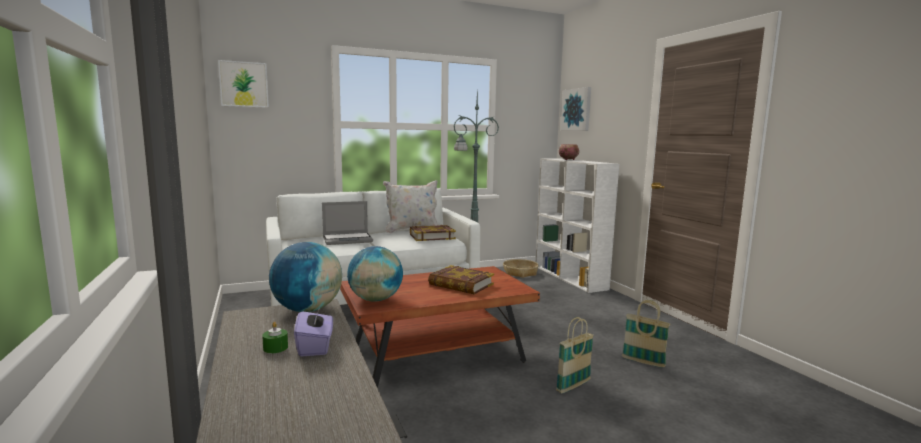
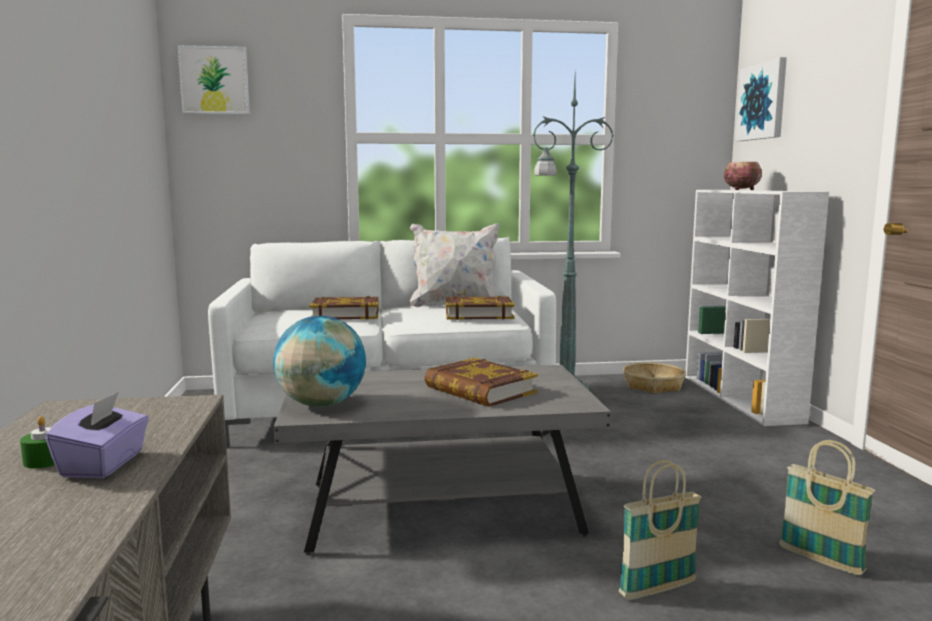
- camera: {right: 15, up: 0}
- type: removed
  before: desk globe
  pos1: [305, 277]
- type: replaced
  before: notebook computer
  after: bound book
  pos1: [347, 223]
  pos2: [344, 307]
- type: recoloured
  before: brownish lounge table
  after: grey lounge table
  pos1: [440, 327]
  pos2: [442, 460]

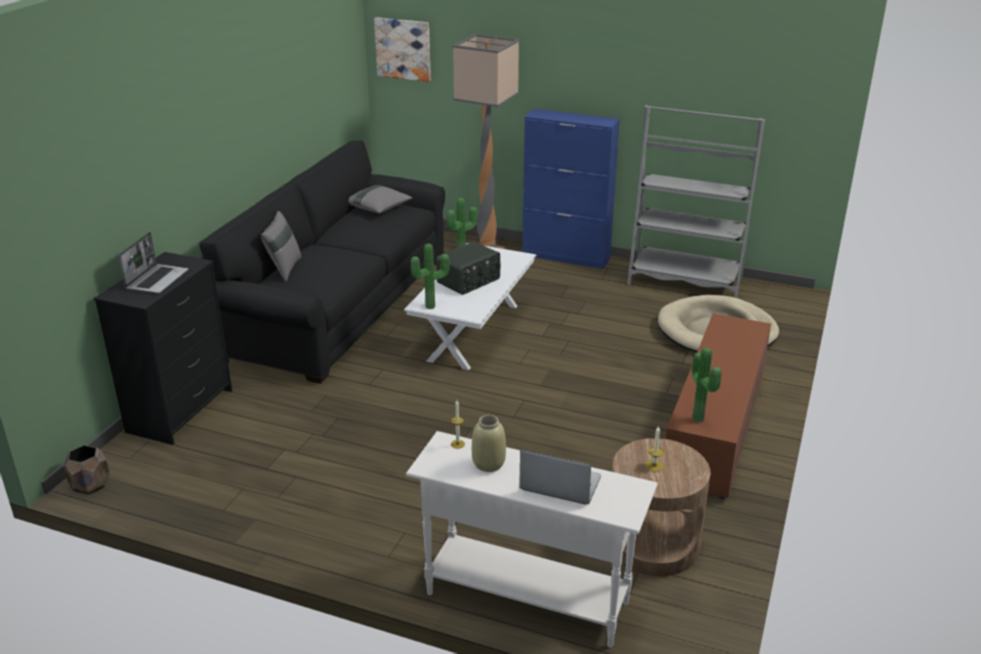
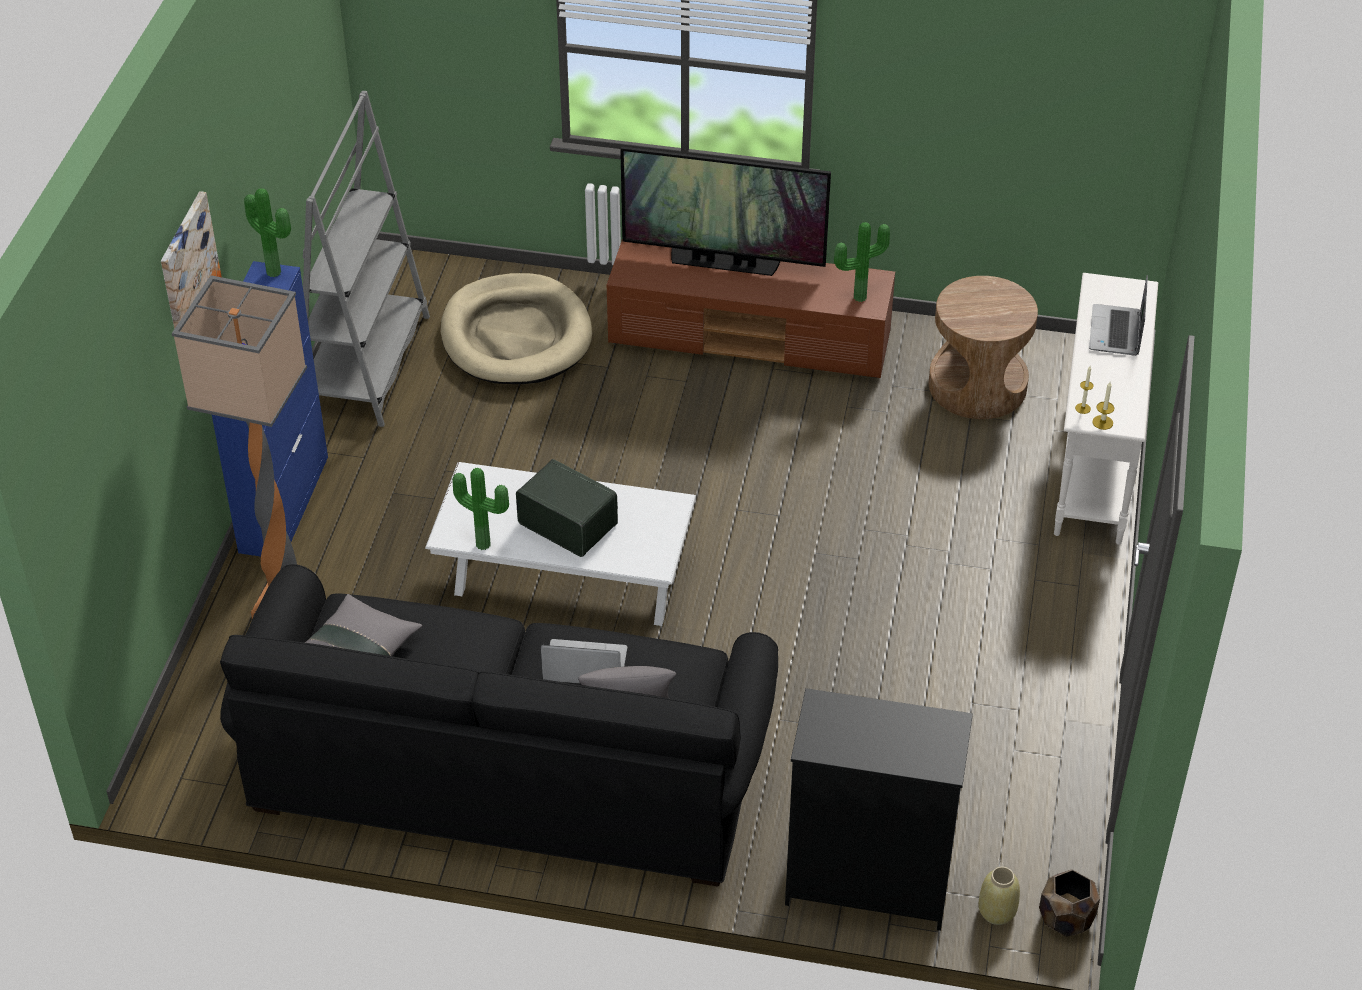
- camera: {right: -100, up: 15}
- type: moved
  before: notebook computer
  pos1: [153, 263]
  pos2: [584, 661]
- type: moved
  before: picture
  pos1: [402, 49]
  pos2: [191, 260]
- type: moved
  before: plant in a pot
  pos1: [430, 276]
  pos2: [267, 232]
- type: moved
  before: sand-coloured flower vase
  pos1: [489, 443]
  pos2: [999, 896]
- type: moved
  before: wax candle
  pos1: [654, 449]
  pos2: [1103, 406]
- type: added
  after: TV set
  pos2: [725, 211]

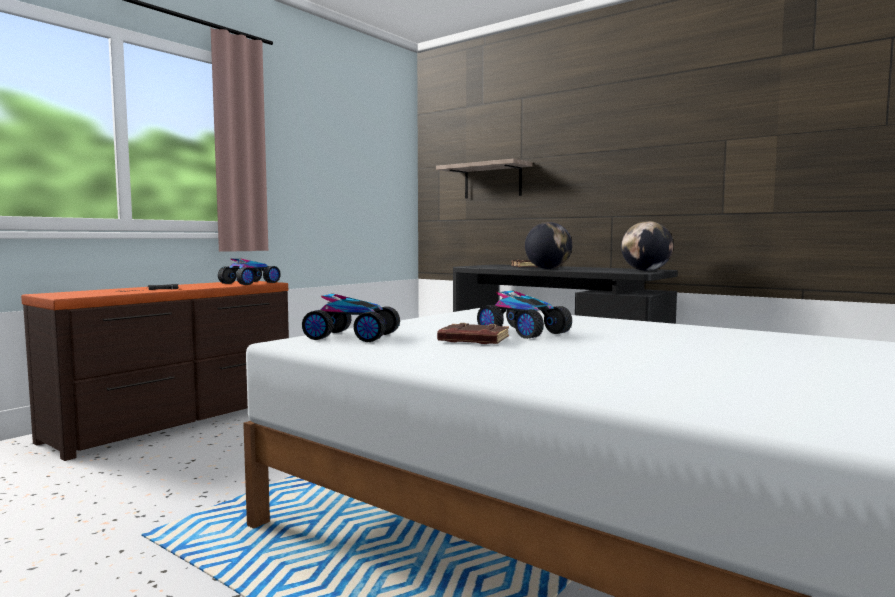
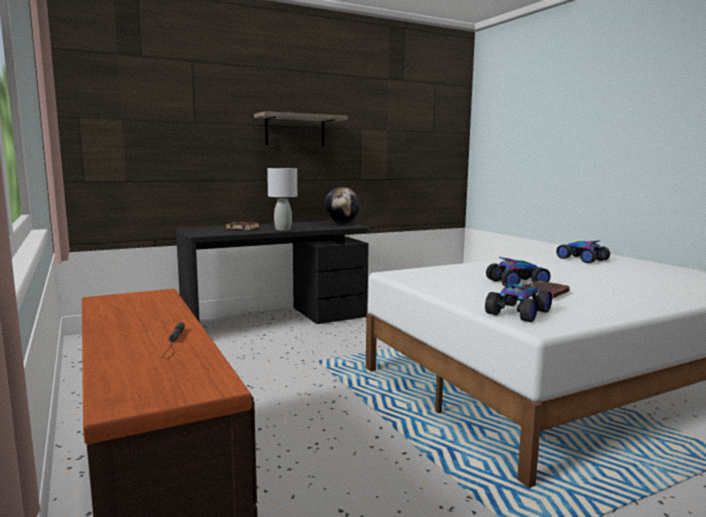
- camera: {right: -65, up: 5}
- type: moved
  before: miniature car
  pos1: [249, 271]
  pos2: [583, 251]
- type: moved
  before: wall shelf
  pos1: [484, 179]
  pos2: [300, 128]
- type: replaced
  before: desk globe
  after: grey table lamp
  pos1: [548, 245]
  pos2: [282, 199]

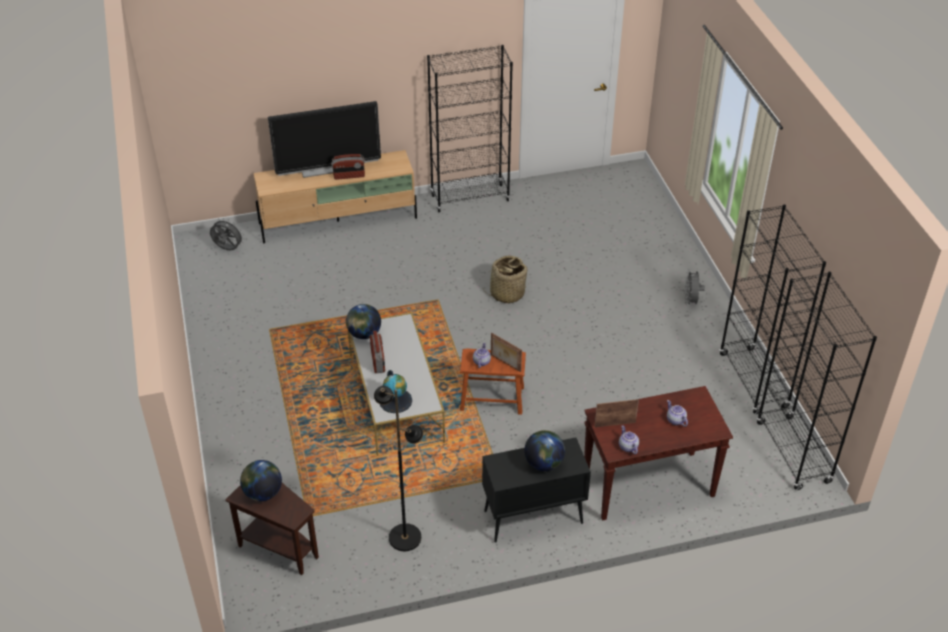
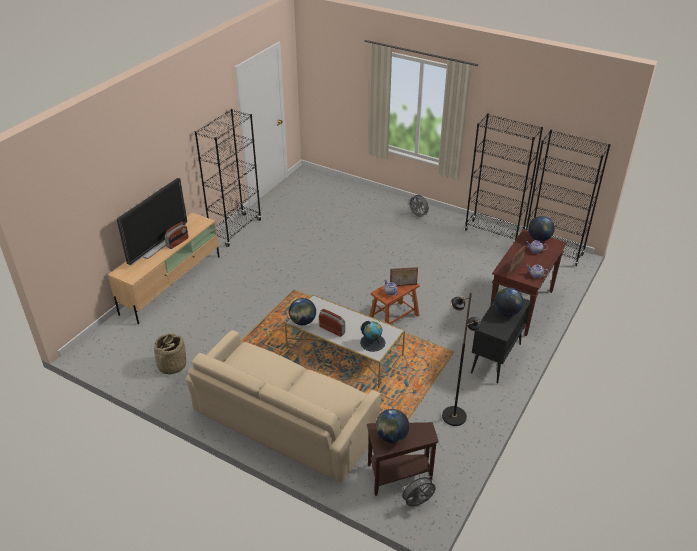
- camera: {right: -45, up: -5}
- type: moved
  before: grey fan
  pos1: [227, 234]
  pos2: [418, 490]
- type: moved
  before: basket
  pos1: [505, 280]
  pos2: [170, 353]
- type: added
  after: sand-coloured settee
  pos2: [283, 406]
- type: added
  after: desk globe
  pos2: [541, 228]

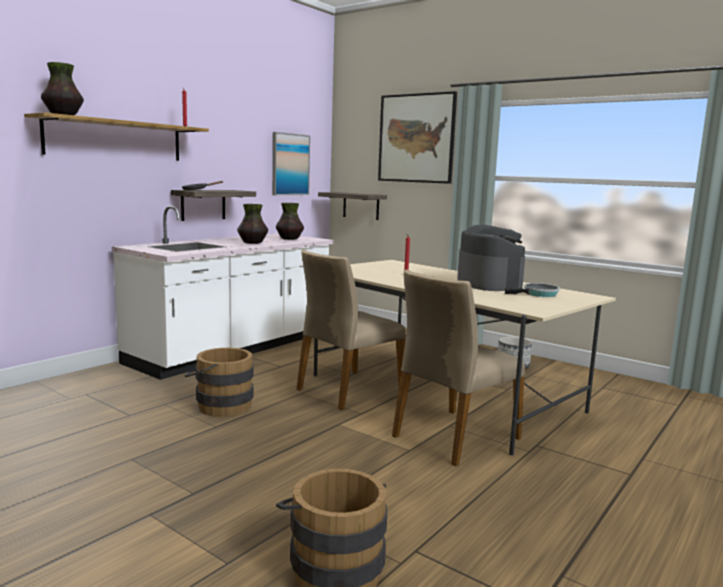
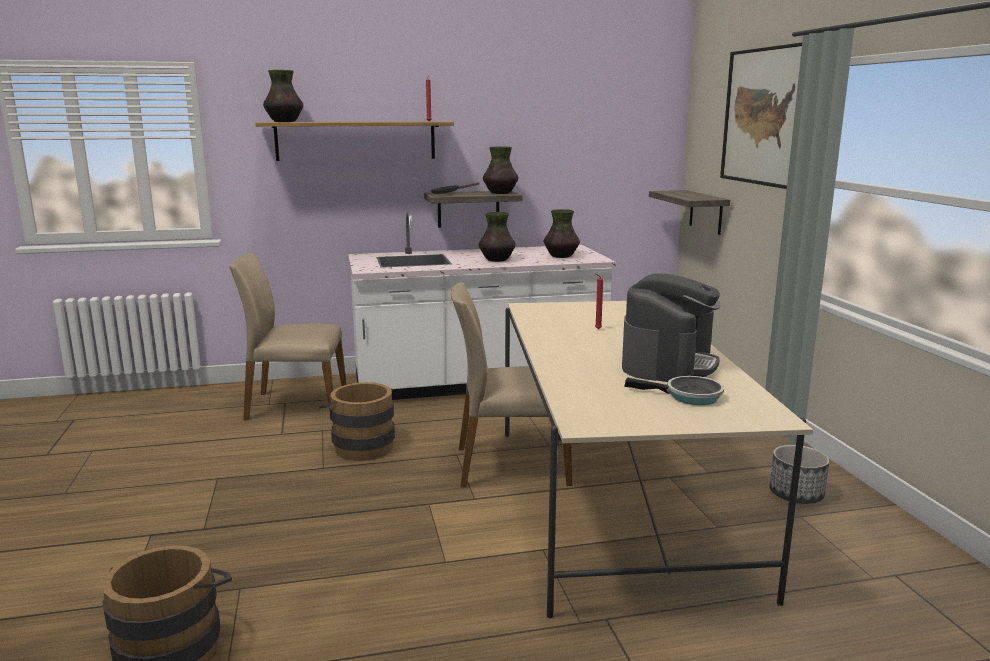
- camera: {right: 40, up: 5}
- type: removed
  before: picture
  pos1: [291, 163]
- type: moved
  before: sand-coloured upright chair
  pos1: [458, 368]
  pos2: [288, 337]
- type: added
  after: flower vase
  pos2: [500, 170]

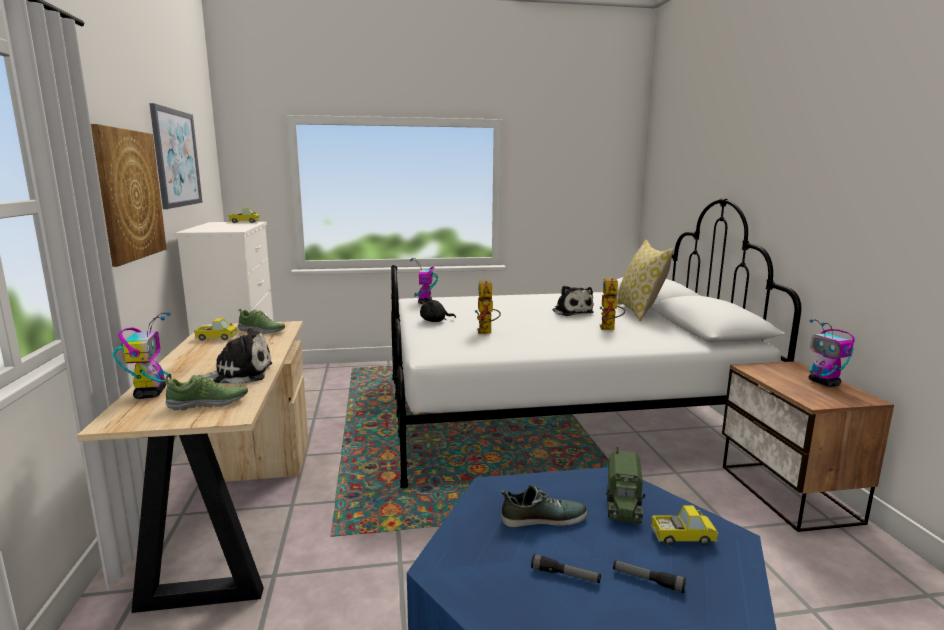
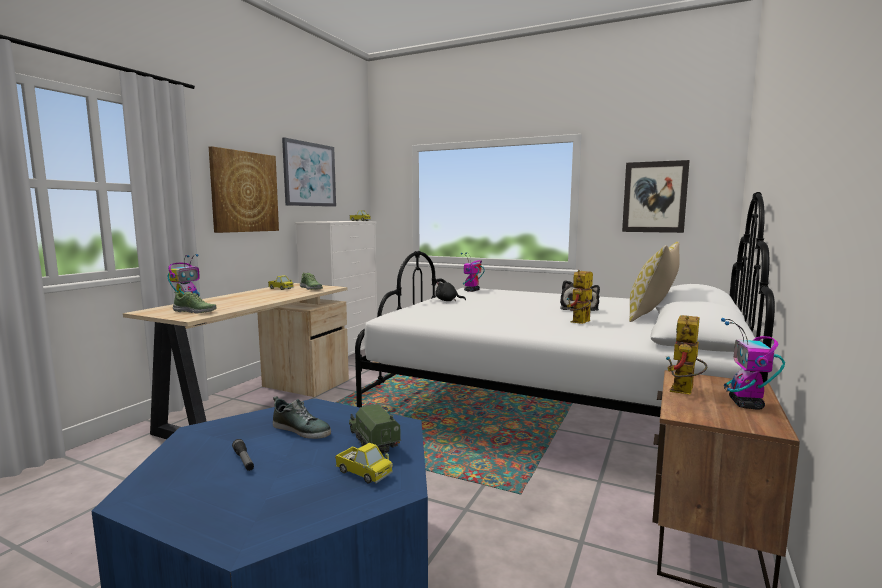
- camera: {right: 35, up: -5}
- type: removed
  before: plush toy
  pos1: [234, 356]
- type: moved
  before: robot figure
  pos1: [488, 307]
  pos2: [686, 355]
- type: turned
  before: toy lorry
  pos1: [625, 485]
  pos2: [375, 429]
  turn: 105
- type: removed
  before: torch
  pos1: [649, 576]
- type: added
  after: picture
  pos2: [656, 196]

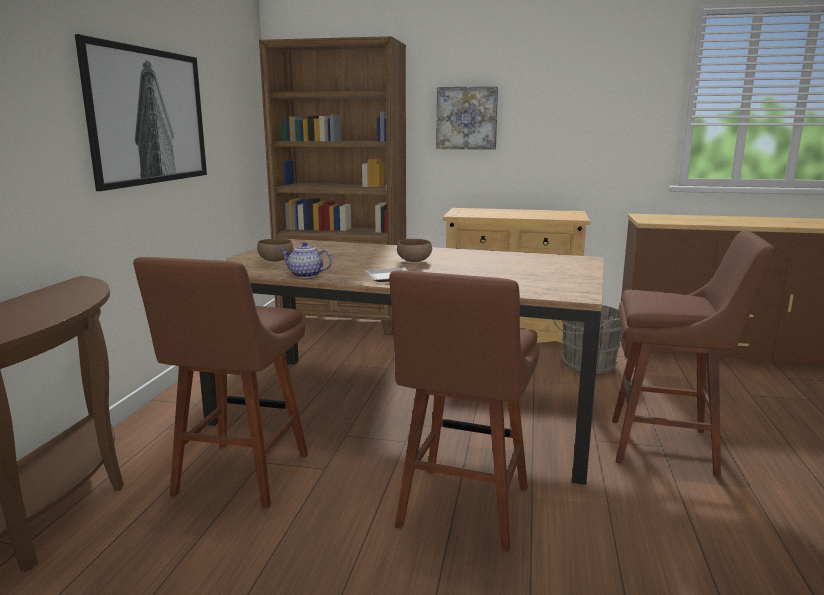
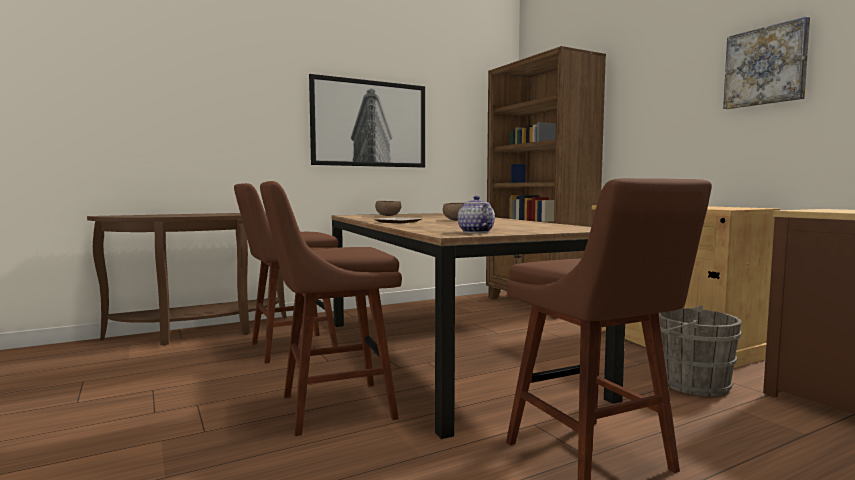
- camera: {right: 50, up: -10}
- type: moved
  before: pot for tea
  pos1: [306, 260]
  pos2: [476, 214]
- type: moved
  before: picture
  pos1: [467, 118]
  pos2: [766, 62]

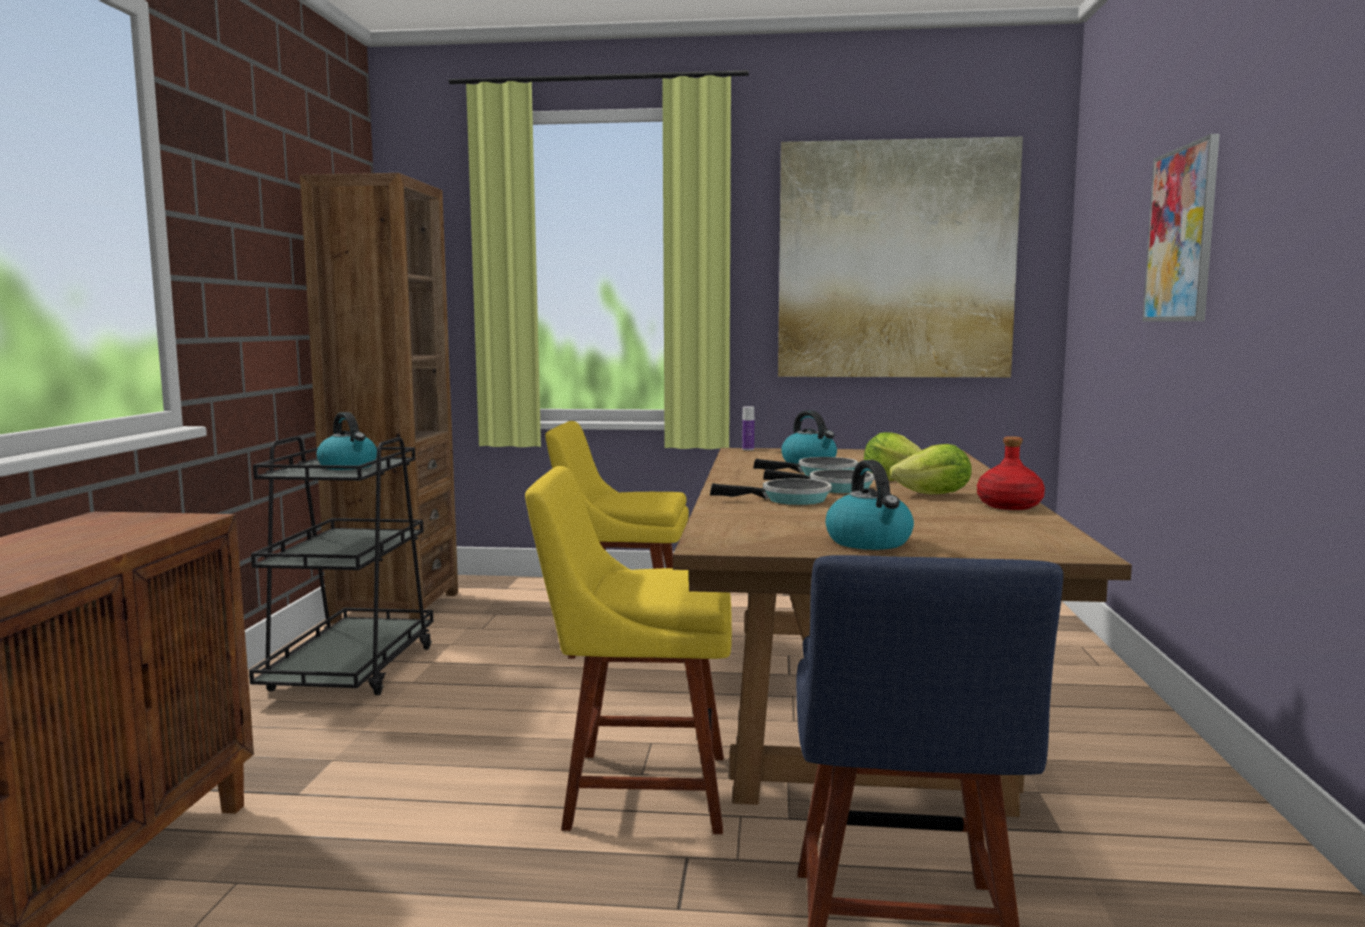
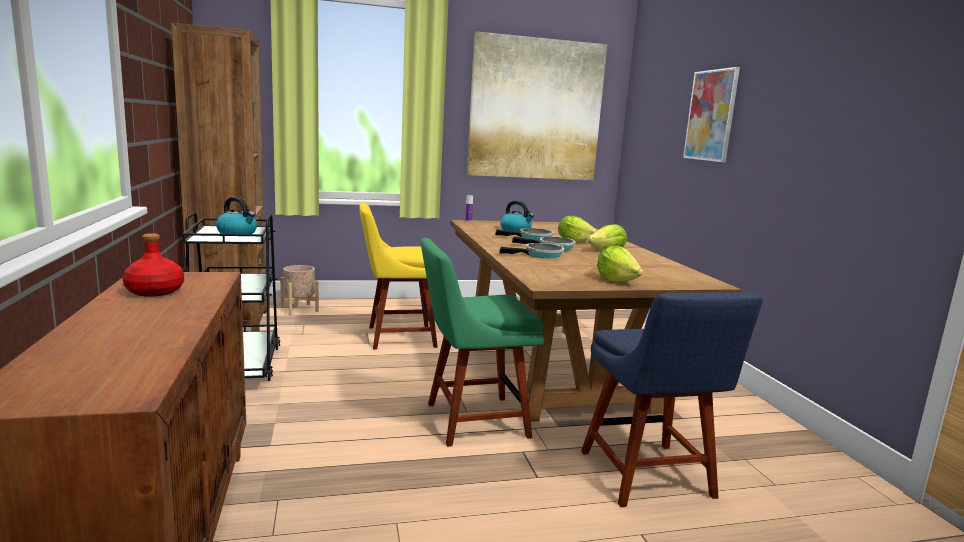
- camera: {right: -20, up: 5}
- type: recoloured
  before: yellow-coloured upright chair
  after: greenish upright chair
  pos1: [628, 650]
  pos2: [483, 342]
- type: replaced
  before: kettle
  after: head of lettuce
  pos1: [870, 505]
  pos2: [620, 264]
- type: moved
  before: reddish beverage bottle
  pos1: [1011, 473]
  pos2: [153, 265]
- type: added
  after: sand-coloured flower pot
  pos2: [299, 290]

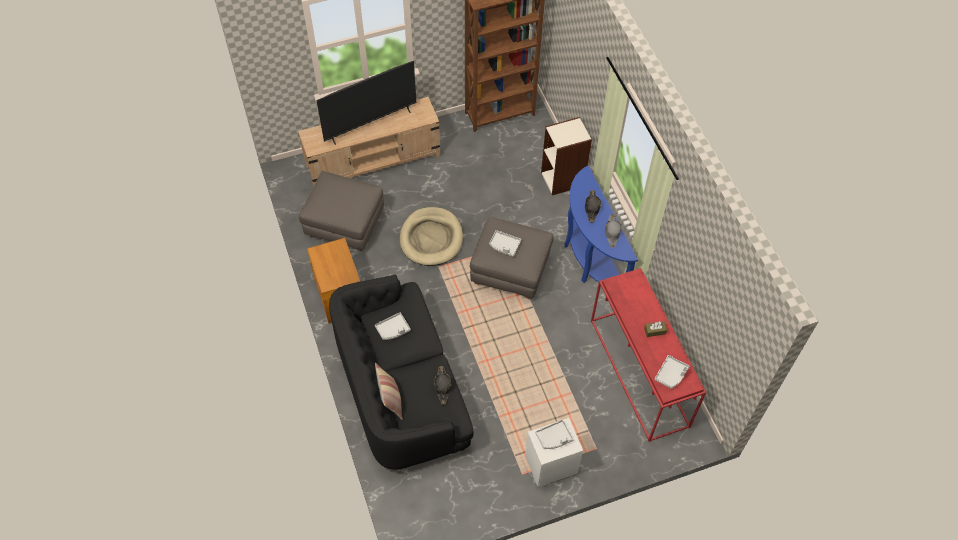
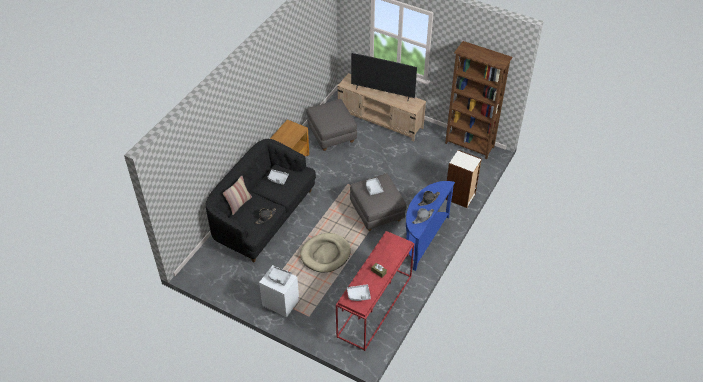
- camera: {right: 50, up: -10}
- type: moved
  before: sand-coloured dog bed
  pos1: [431, 236]
  pos2: [325, 252]

